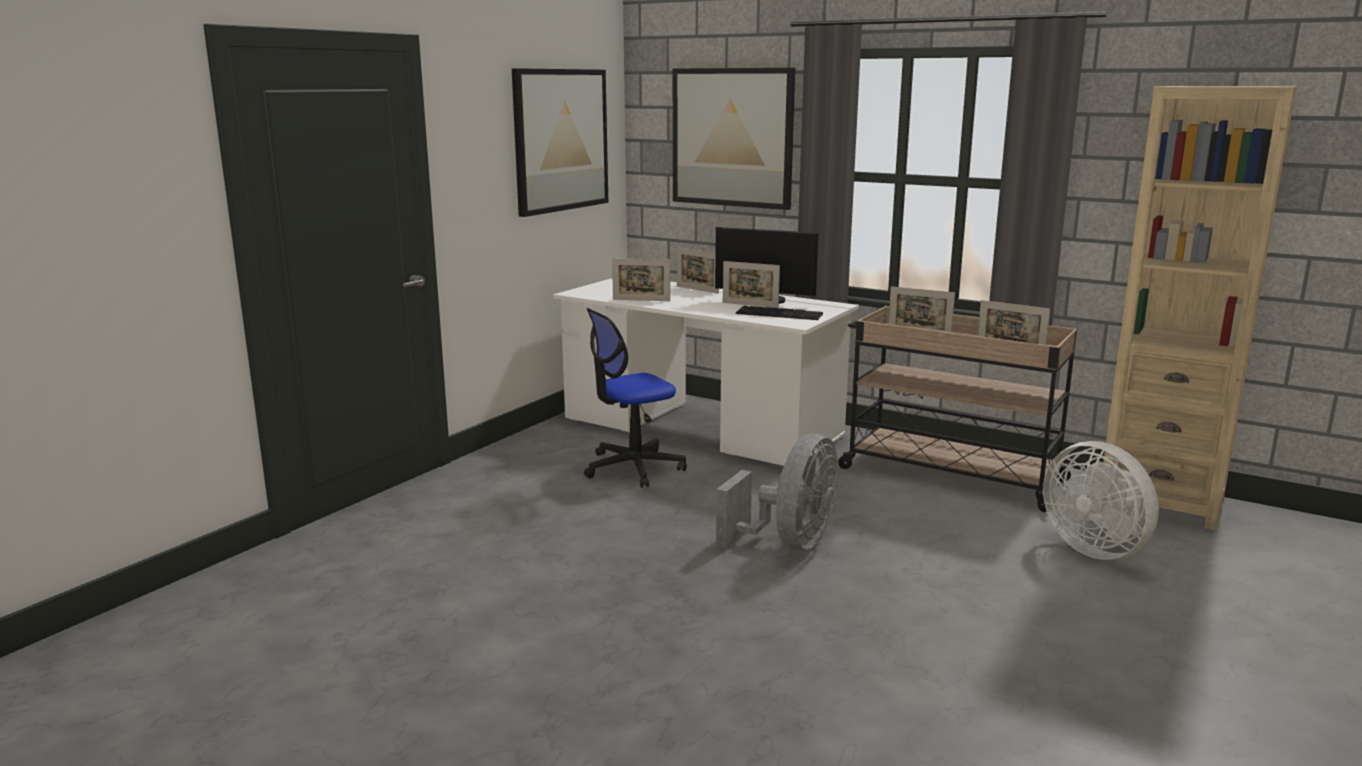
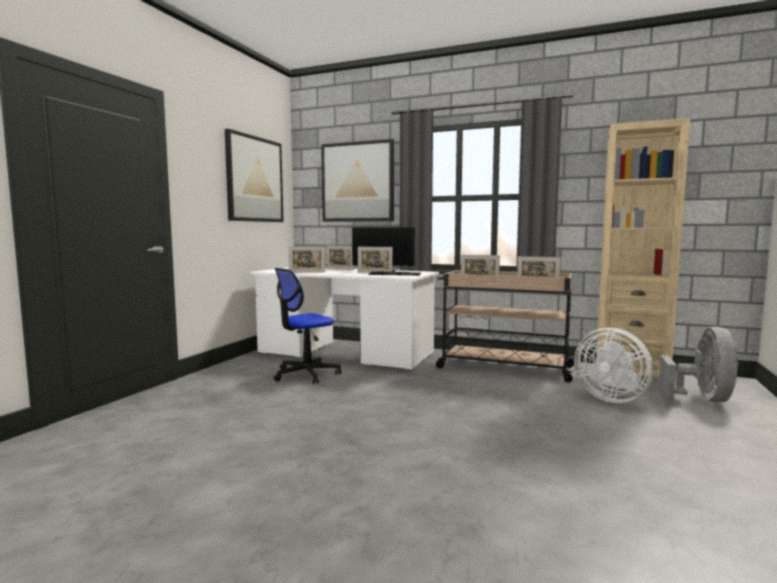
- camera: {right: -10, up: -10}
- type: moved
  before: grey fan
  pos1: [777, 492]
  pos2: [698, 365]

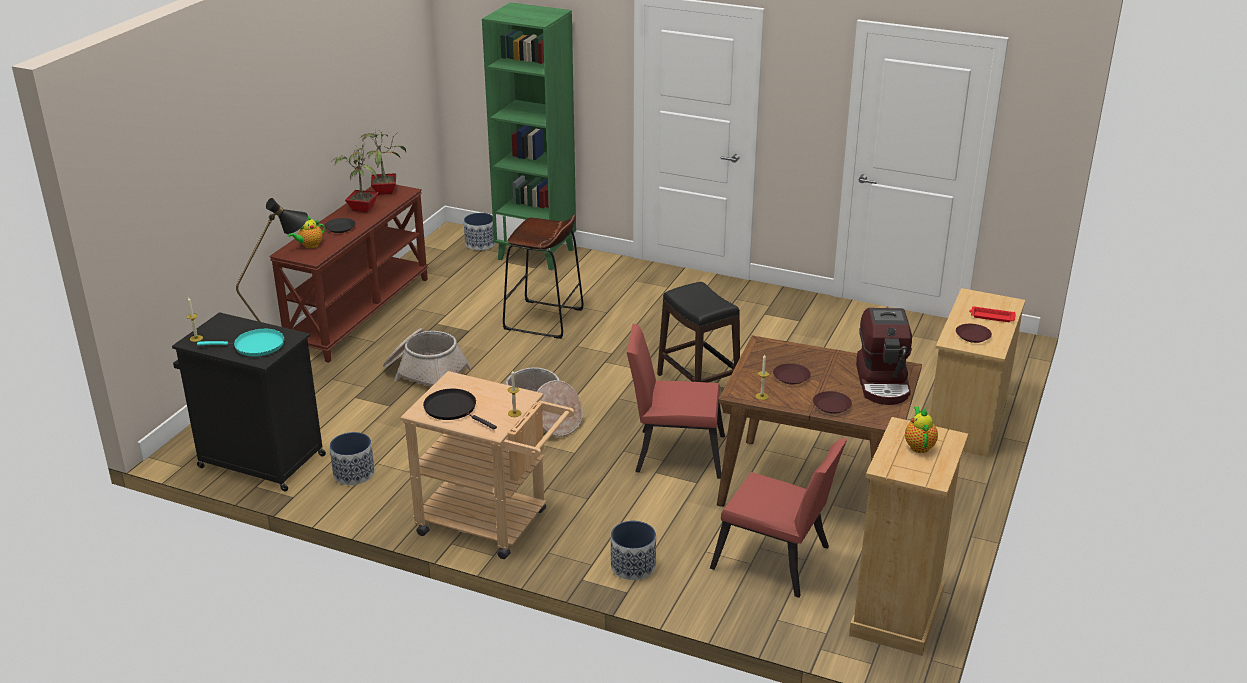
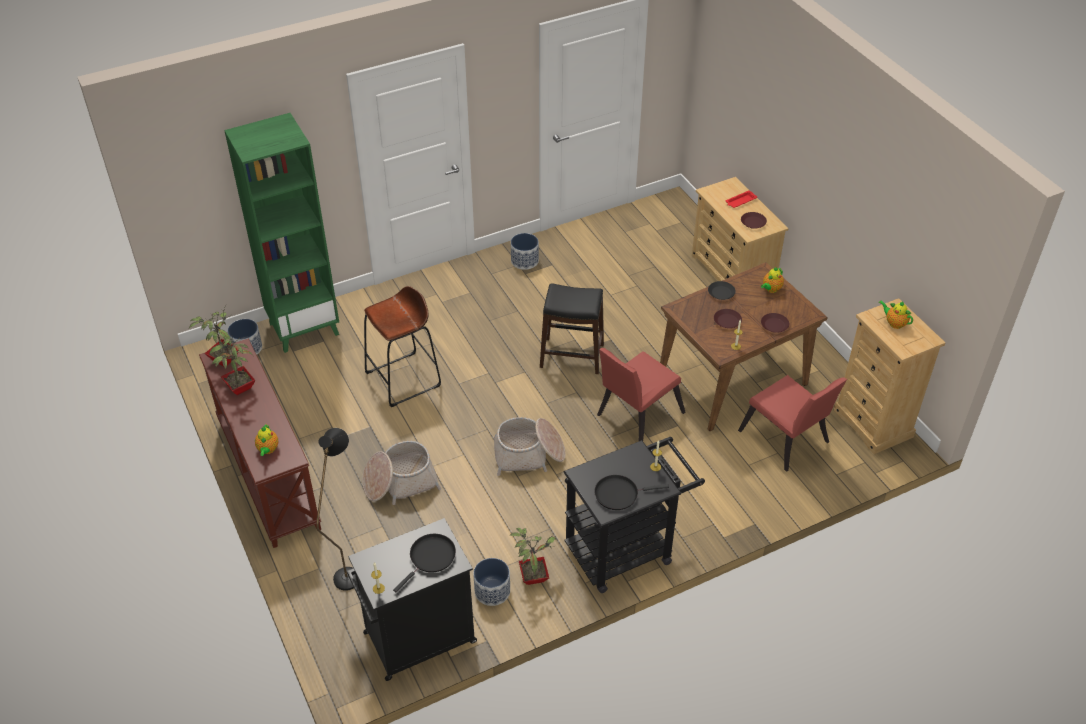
- camera: {right: -50, up: 15}
- type: recoloured
  before: blue-green pan
  after: black pan
  pos1: [241, 342]
  pos2: [424, 563]
- type: moved
  before: black dinner plate
  pos1: [340, 225]
  pos2: [722, 290]
- type: recoloured
  before: sand-coloured wheeled cart
  after: black wheeled cart
  pos1: [487, 465]
  pos2: [634, 515]
- type: moved
  before: flower pot
  pos1: [633, 550]
  pos2: [525, 251]
- type: turned
  before: reddish upright chair
  pos1: [778, 518]
  pos2: [792, 423]
  turn: 75
- type: replaced
  before: coffee maker
  after: pot for tea
  pos1: [884, 356]
  pos2: [772, 280]
- type: added
  after: plant in a pot
  pos2: [533, 556]

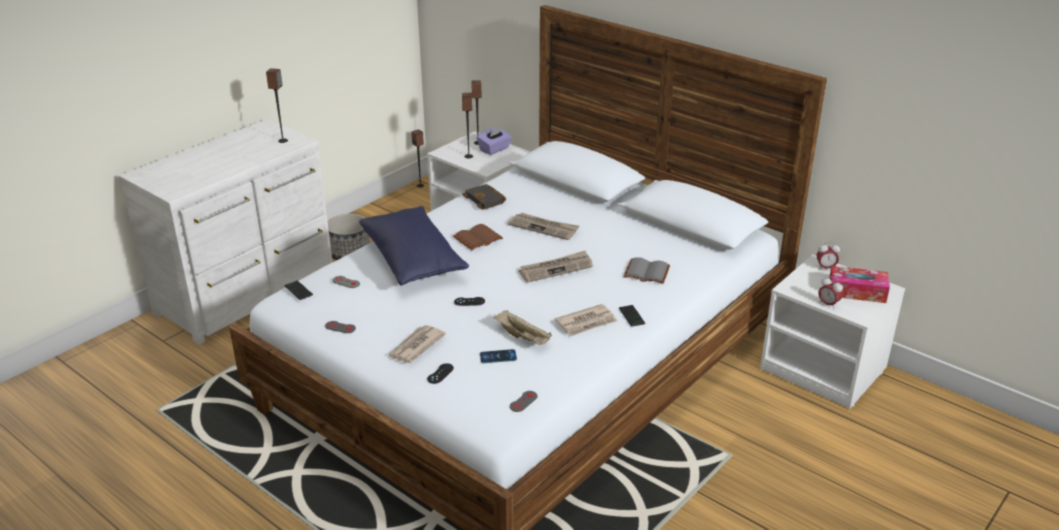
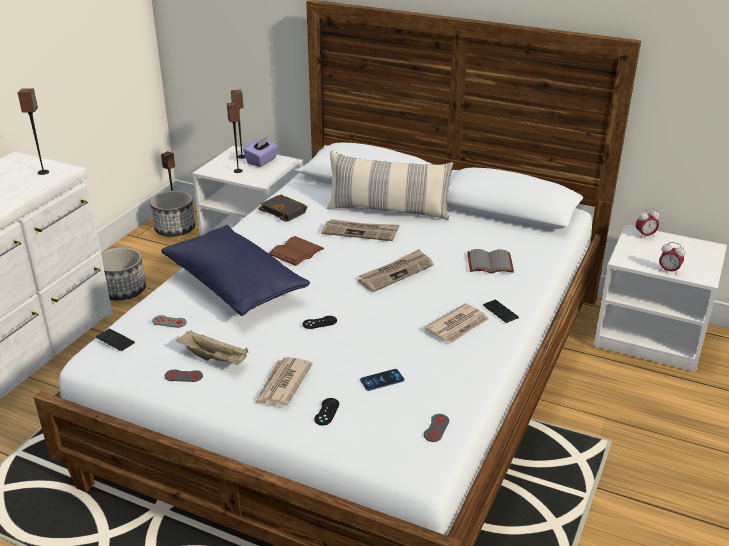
- camera: {right: -15, up: 0}
- type: moved
  before: sand-coloured carrying tray
  pos1: [522, 327]
  pos2: [213, 347]
- type: removed
  before: tissue box
  pos1: [859, 284]
- type: added
  after: flower pot
  pos2: [172, 214]
- type: added
  after: pillow
  pos2: [389, 185]

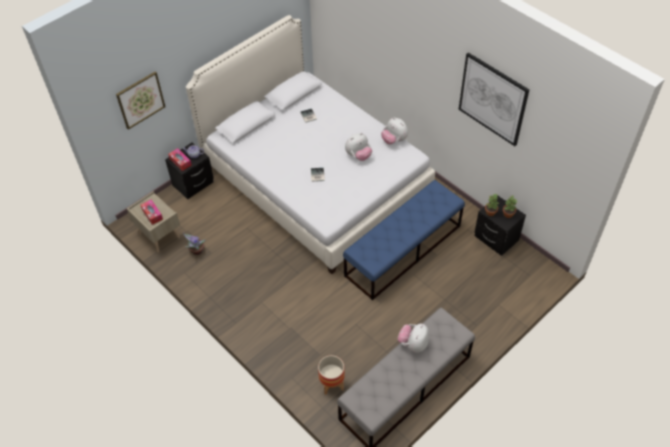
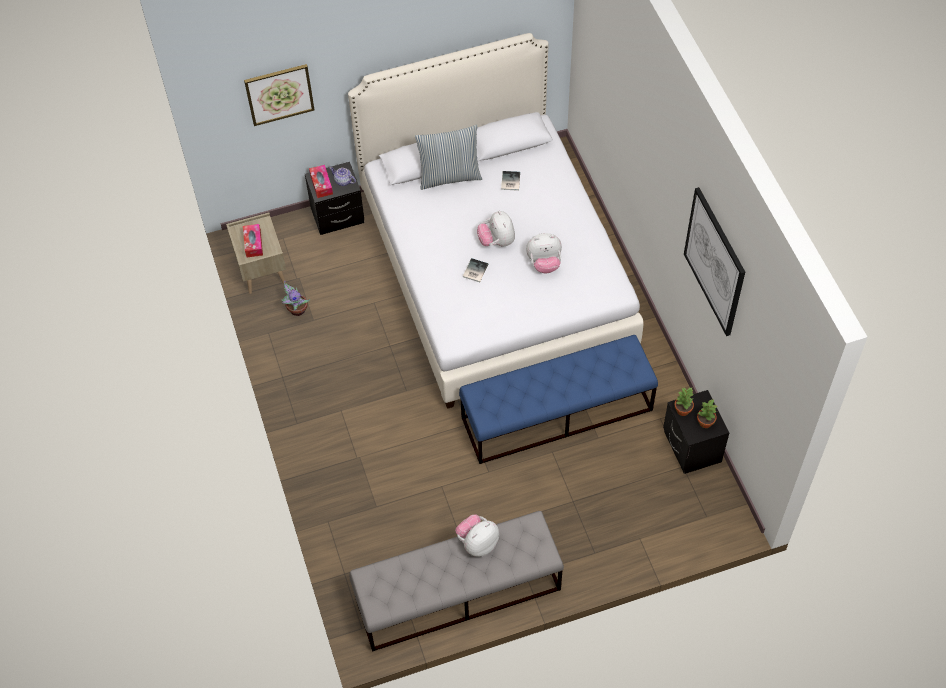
- camera: {right: 25, up: 5}
- type: removed
  before: flower pot
  pos1: [331, 375]
- type: moved
  before: plush toy
  pos1: [394, 130]
  pos2: [496, 228]
- type: added
  after: pillow
  pos2: [448, 157]

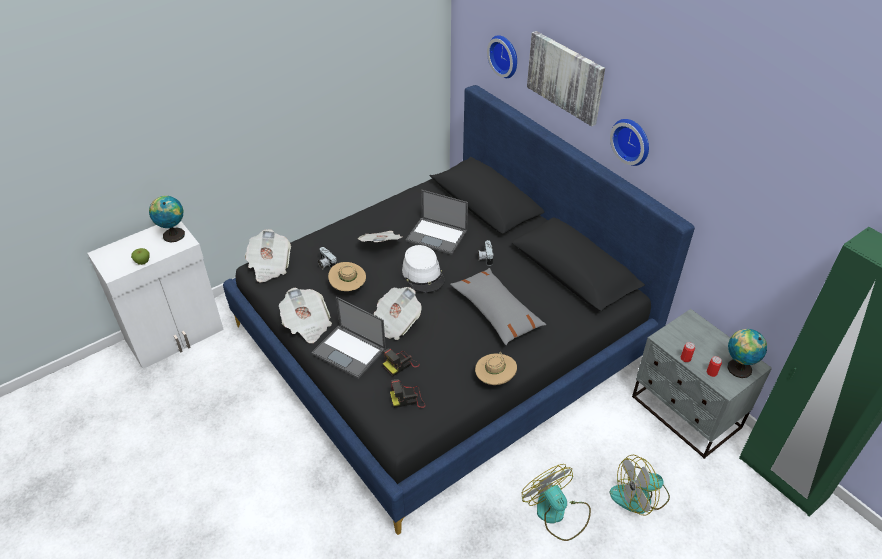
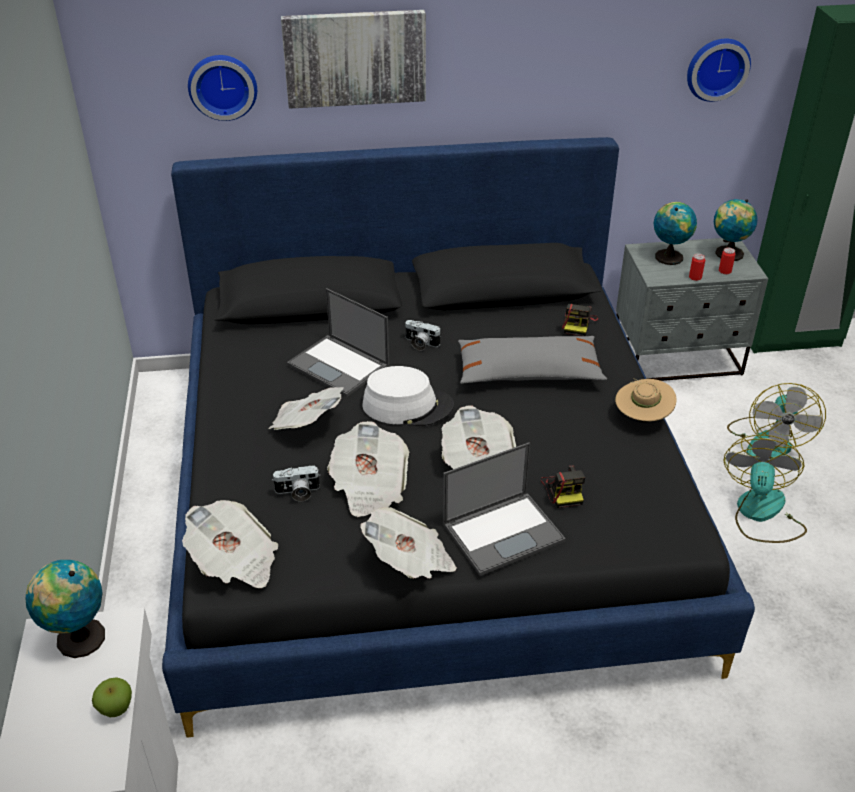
- camera: {right: -60, up: -5}
- type: replaced
  before: sand-coloured wearable hat
  after: printed paper
  pos1: [347, 276]
  pos2: [368, 469]
- type: moved
  before: photo camera
  pos1: [408, 393]
  pos2: [580, 320]
- type: turned
  before: notebook computer
  pos1: [437, 222]
  pos2: [338, 342]
  turn: 75
- type: turned
  before: fan
  pos1: [556, 502]
  pos2: [765, 489]
  turn: 105
- type: moved
  before: hanging clock
  pos1: [629, 142]
  pos2: [719, 70]
- type: added
  after: desk globe
  pos2: [675, 233]

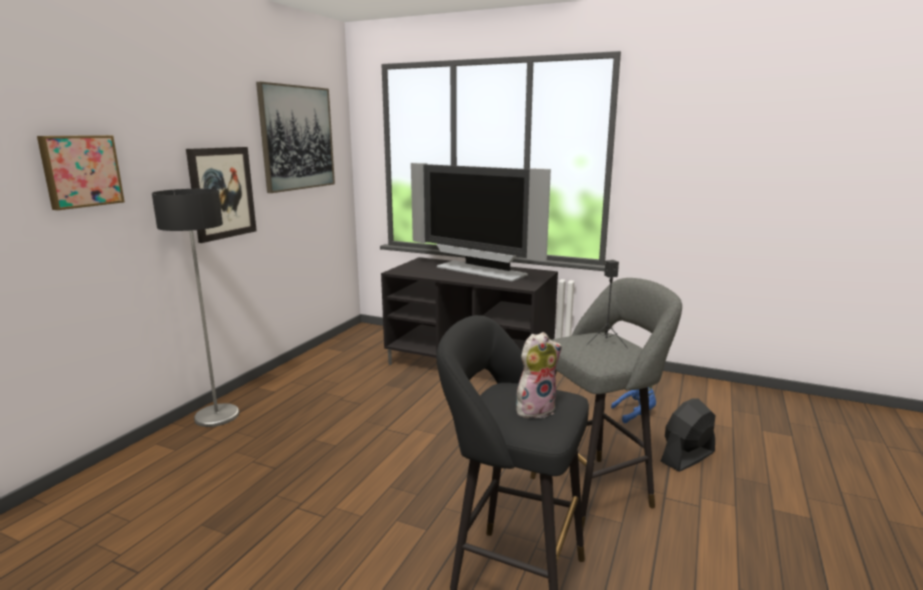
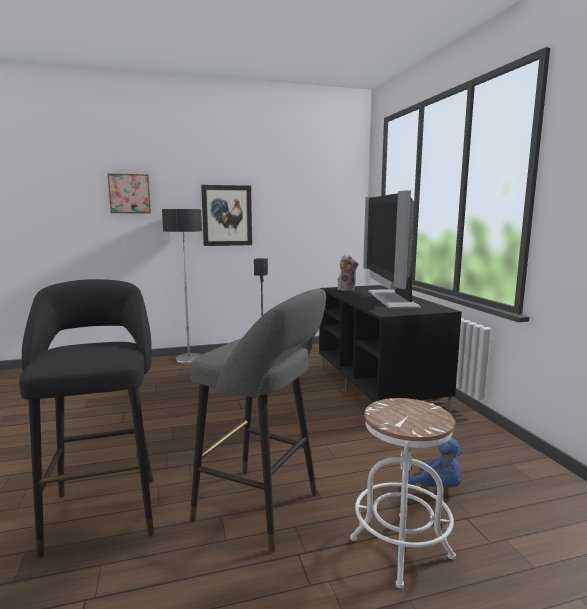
- camera: {right: 50, up: -5}
- type: removed
  before: picture
  pos1: [295, 137]
- type: moved
  before: plush toy
  pos1: [539, 375]
  pos2: [347, 273]
- type: replaced
  before: black fan
  after: white stool
  pos1: [688, 435]
  pos2: [403, 493]

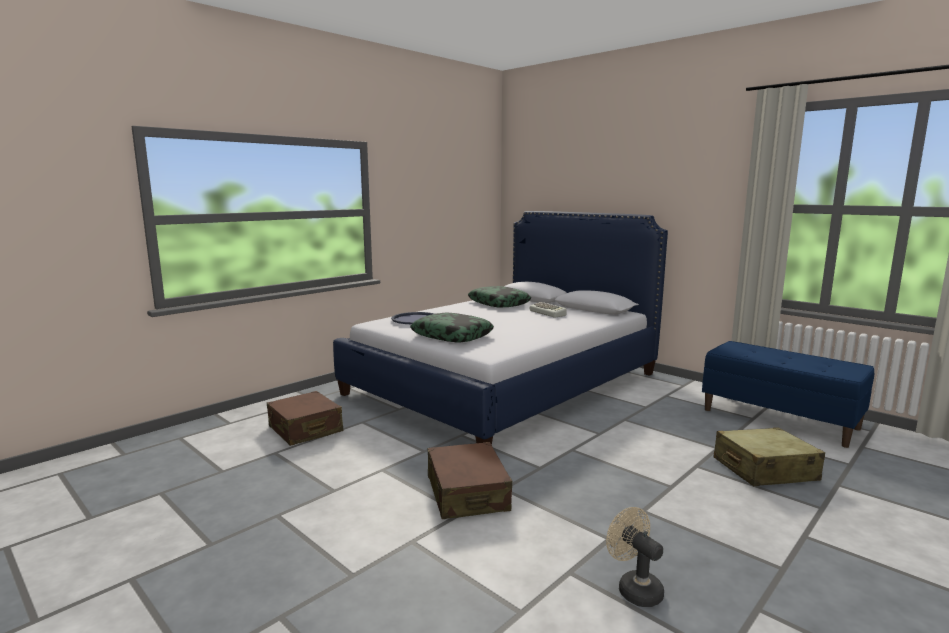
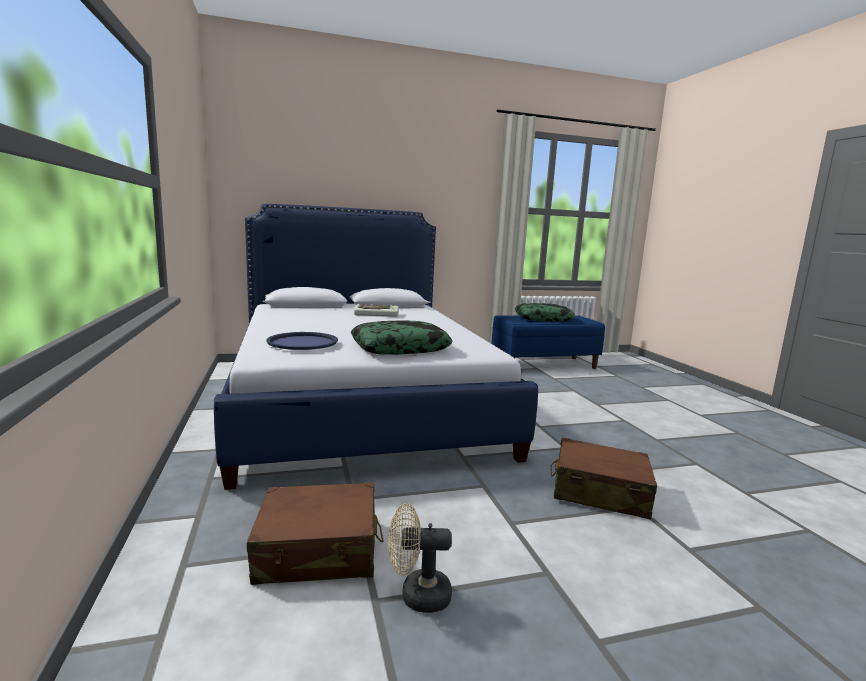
- camera: {right: -60, up: 0}
- type: moved
  before: pillow
  pos1: [499, 297]
  pos2: [545, 312]
- type: moved
  before: sand-coloured fan
  pos1: [635, 557]
  pos2: [420, 558]
- type: removed
  before: sand-coloured travel case
  pos1: [769, 456]

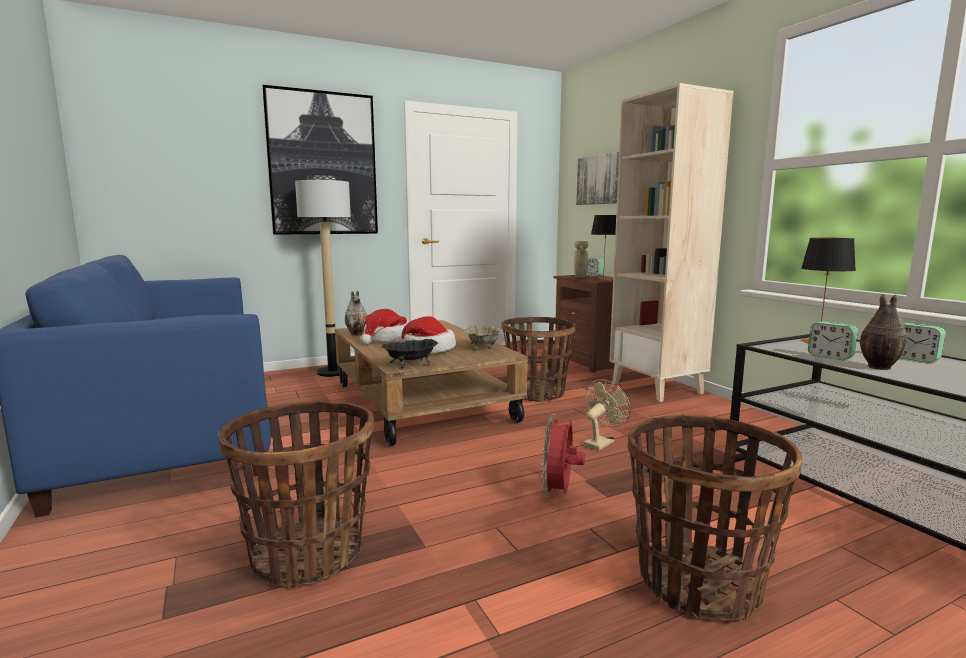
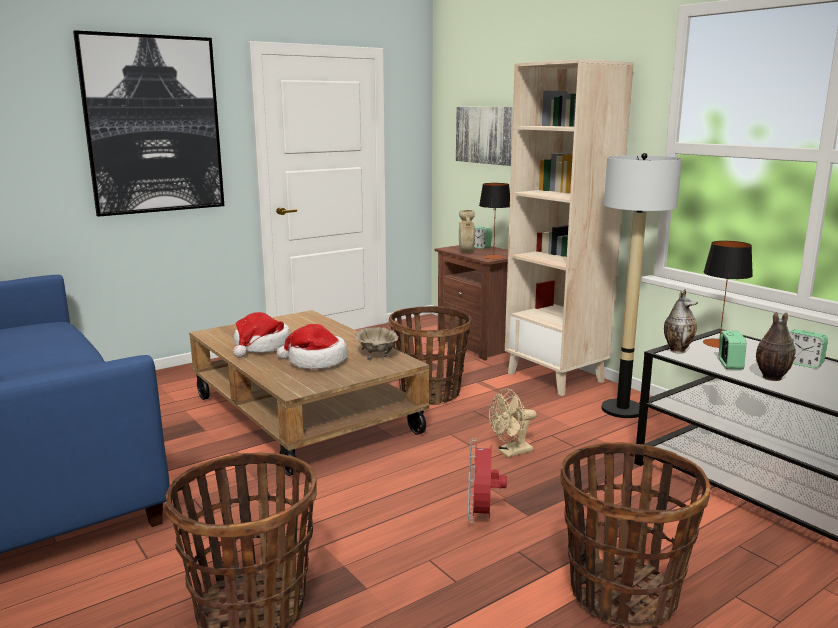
- camera: {right: -10, up: 5}
- type: moved
  before: standard lamp
  pos1: [323, 277]
  pos2: [641, 285]
- type: moved
  before: flower vase
  pos1: [356, 313]
  pos2: [681, 321]
- type: removed
  before: black serving bowl
  pos1: [409, 354]
- type: turned
  before: sand-coloured fan
  pos1: [607, 414]
  pos2: [513, 422]
  turn: -150
- type: turned
  before: bedside clock
  pos1: [833, 340]
  pos2: [732, 350]
  turn: -120

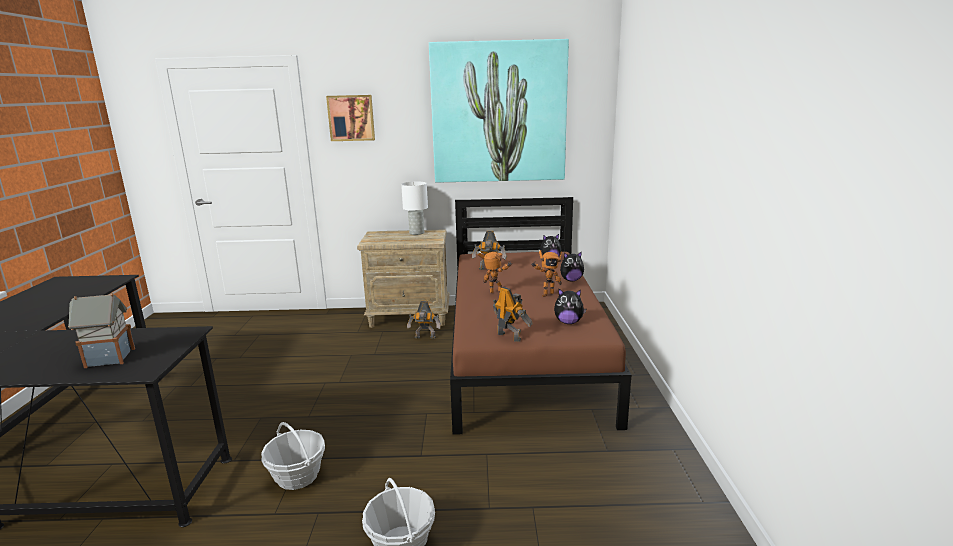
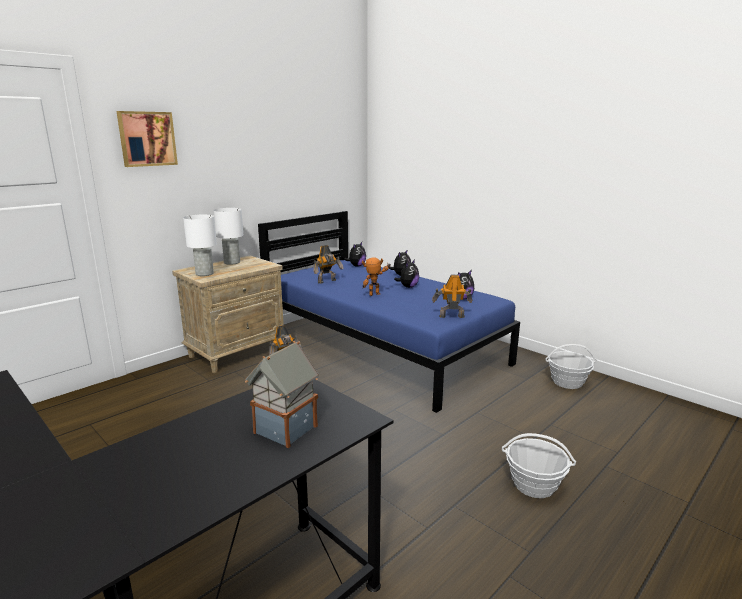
- camera: {right: -45, up: 0}
- type: moved
  before: basket
  pos1: [293, 456]
  pos2: [571, 366]
- type: removed
  before: picture
  pos1: [499, 111]
- type: recoloured
  before: brownish bedroom bed
  after: bluish bedroom bed
  pos1: [540, 316]
  pos2: [389, 312]
- type: replaced
  before: robot figure
  after: plush toy
  pos1: [546, 273]
  pos2: [406, 273]
- type: added
  after: white table lamp
  pos2: [200, 245]

